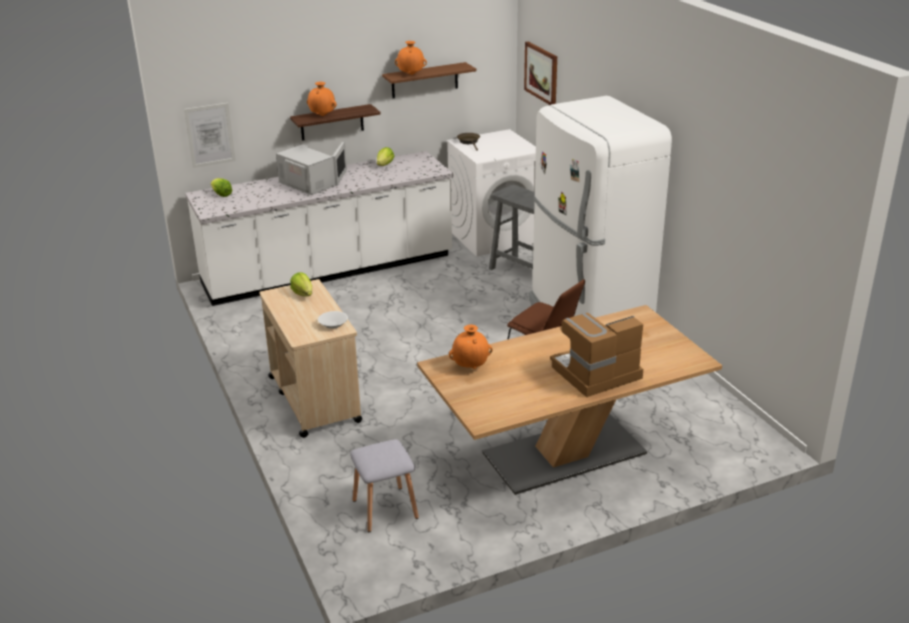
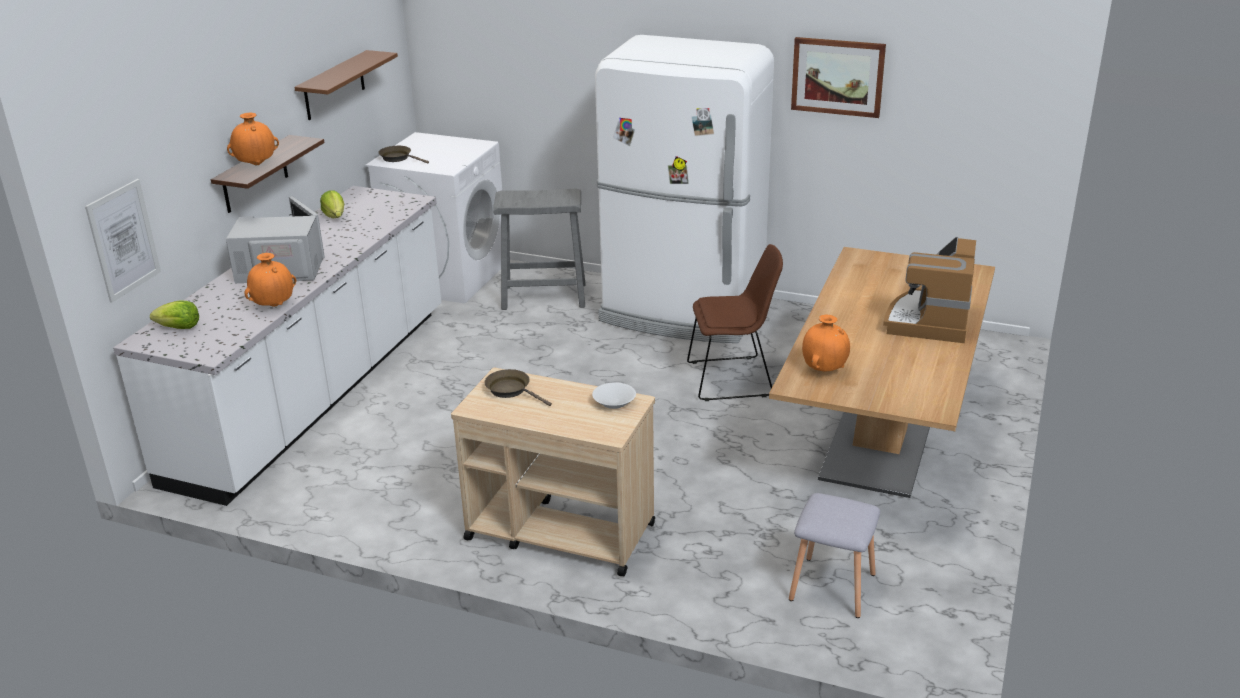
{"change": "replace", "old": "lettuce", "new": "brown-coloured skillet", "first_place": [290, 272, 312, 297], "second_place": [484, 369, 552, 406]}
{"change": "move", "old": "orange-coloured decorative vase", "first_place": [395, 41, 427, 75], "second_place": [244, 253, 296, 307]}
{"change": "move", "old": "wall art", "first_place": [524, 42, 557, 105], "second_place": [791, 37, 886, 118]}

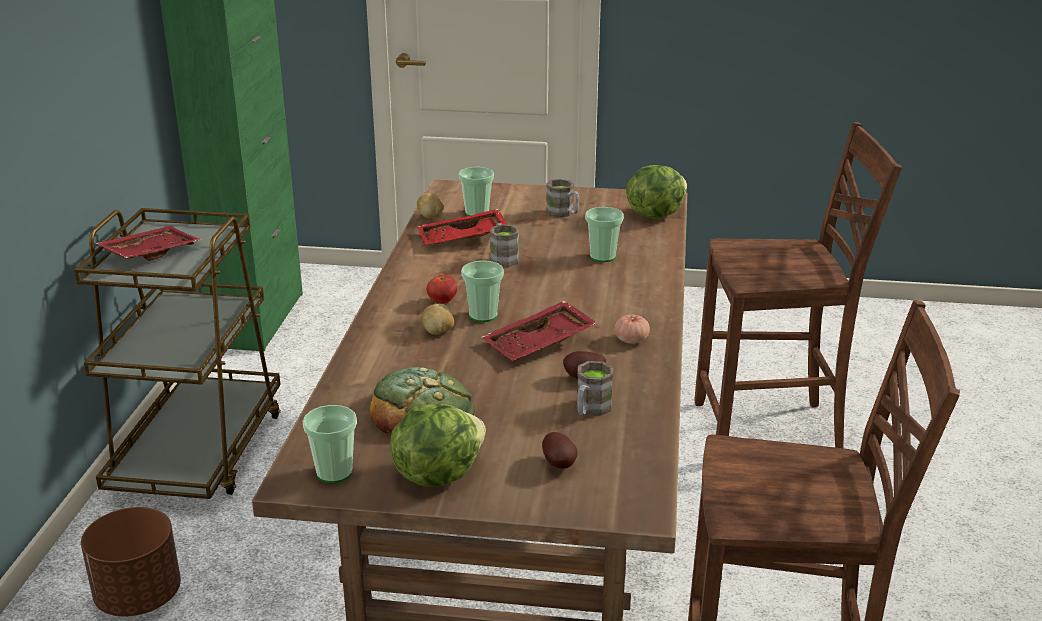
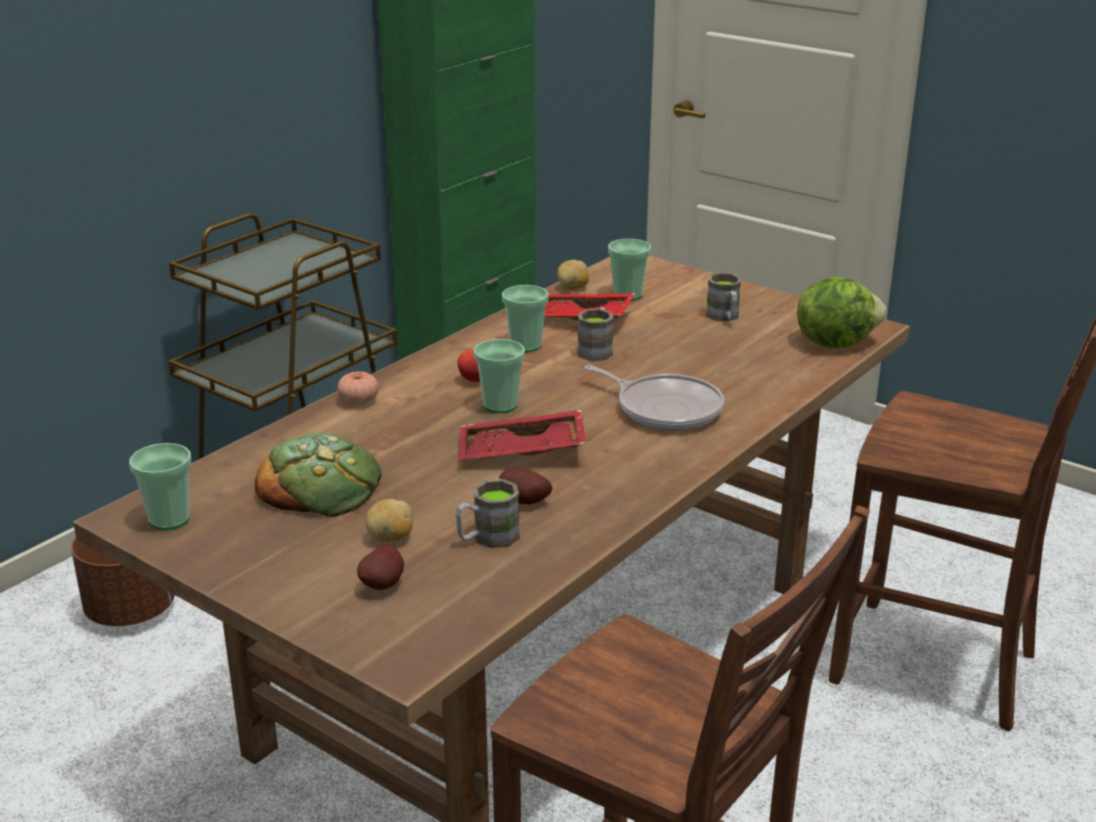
{"change": "delete", "old": "red carrying tray", "first_place": [95, 226, 201, 261]}
{"change": "delete", "old": "lettuce", "first_place": [390, 404, 486, 487]}
{"change": "move", "old": "spud", "first_place": [422, 304, 454, 335], "second_place": [366, 499, 413, 542]}
{"change": "move", "old": "cup", "first_place": [585, 207, 624, 262], "second_place": [502, 285, 549, 353]}
{"change": "move", "old": "tomato", "first_place": [614, 314, 650, 344], "second_place": [337, 372, 379, 405]}
{"change": "insert", "new": "skillet", "second_place": [584, 365, 724, 430]}

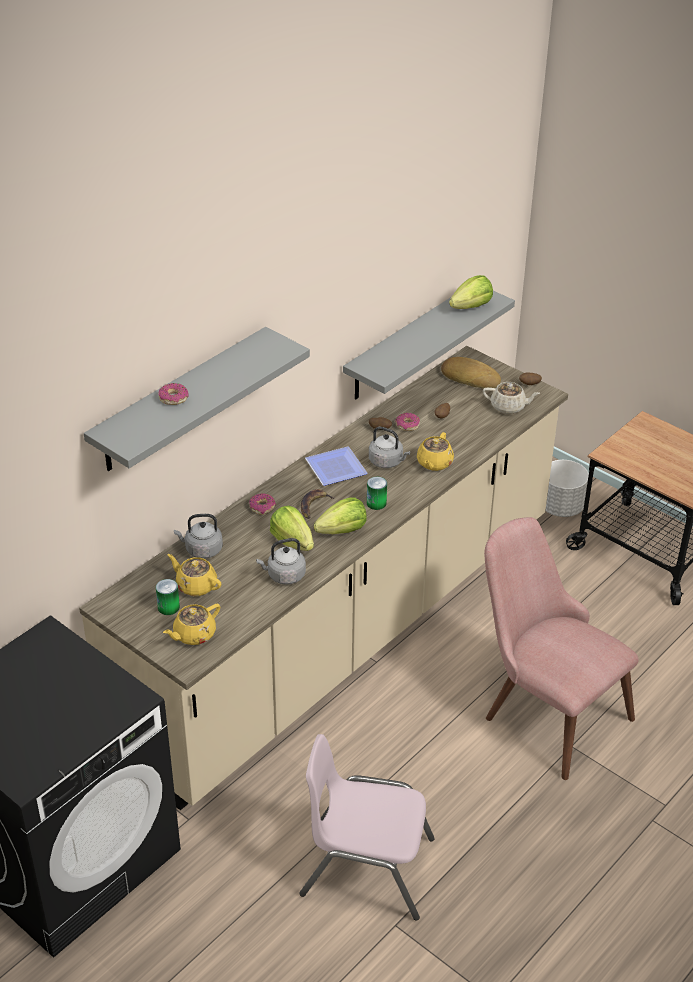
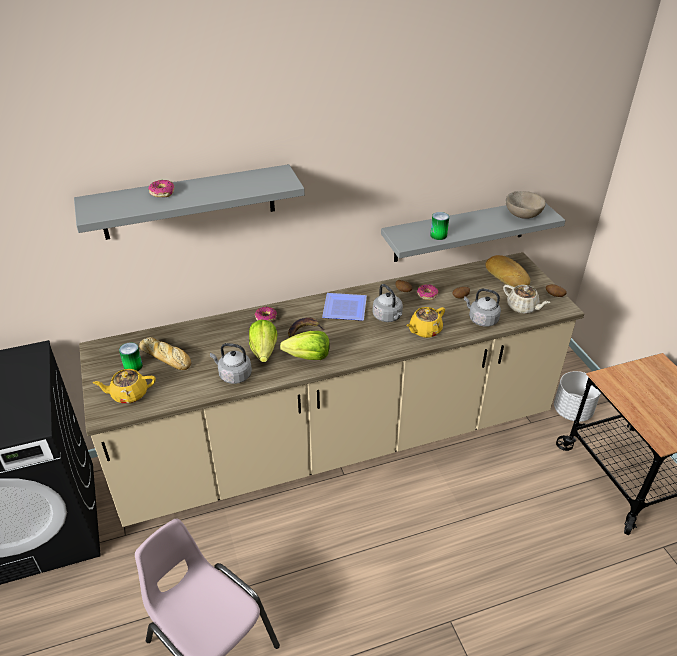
{"change": "replace", "old": "yellow-coloured tea pot", "new": "bread", "first_place": [167, 554, 221, 596], "second_place": [139, 337, 191, 370]}
{"change": "move", "old": "grey kettle", "first_place": [174, 514, 223, 559], "second_place": [464, 288, 501, 327]}
{"change": "move", "old": "sealed can", "first_place": [367, 477, 387, 510], "second_place": [430, 212, 449, 240]}
{"change": "replace", "old": "lettuce", "new": "sand-coloured bowl", "first_place": [449, 275, 493, 309], "second_place": [506, 191, 546, 219]}
{"change": "delete", "old": "pinkish upright chair", "first_place": [484, 517, 639, 780]}

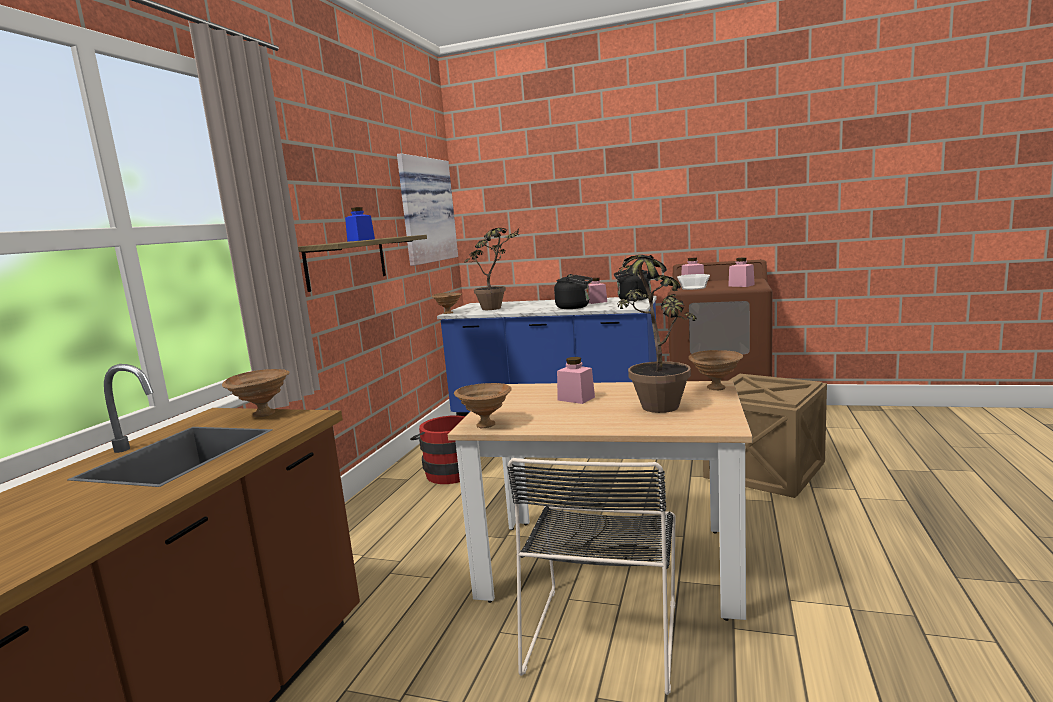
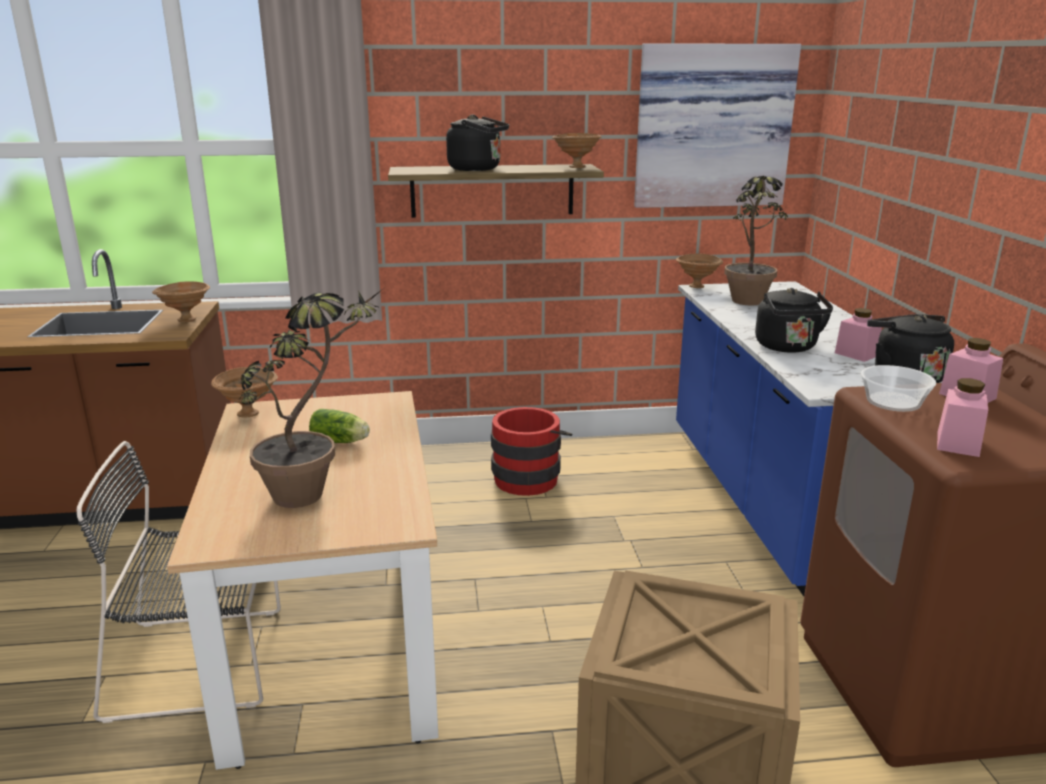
{"change": "replace", "old": "blue preserve jar", "new": "black kettle", "first_place": [345, 207, 375, 242], "second_place": [446, 115, 509, 171]}
{"change": "replace", "old": "pinkish preserve jar", "new": "lettuce", "first_place": [557, 357, 595, 404], "second_place": [309, 409, 370, 443]}
{"change": "move", "old": "brown-coloured bowl", "first_place": [688, 350, 743, 390], "second_place": [552, 133, 602, 168]}

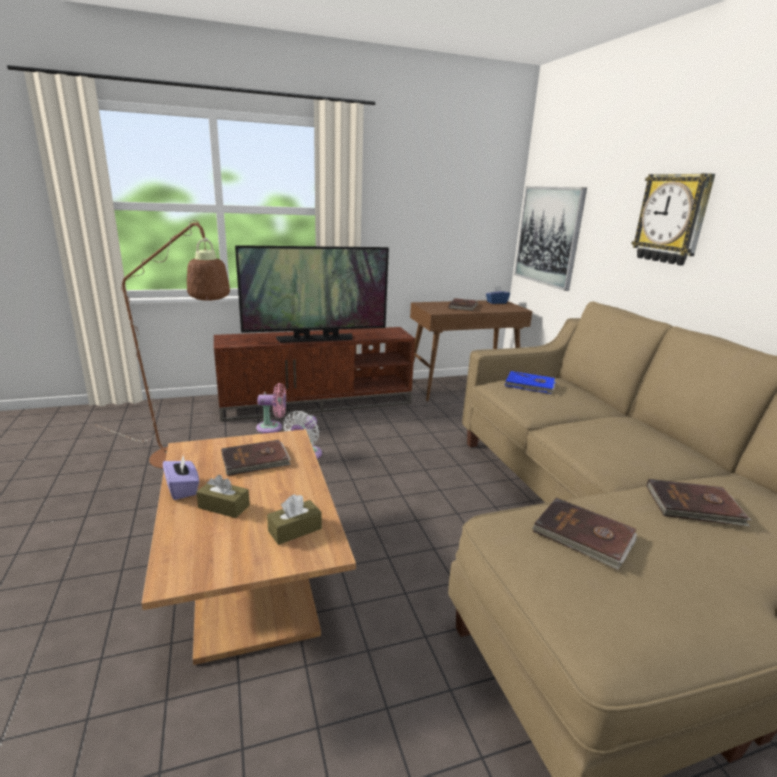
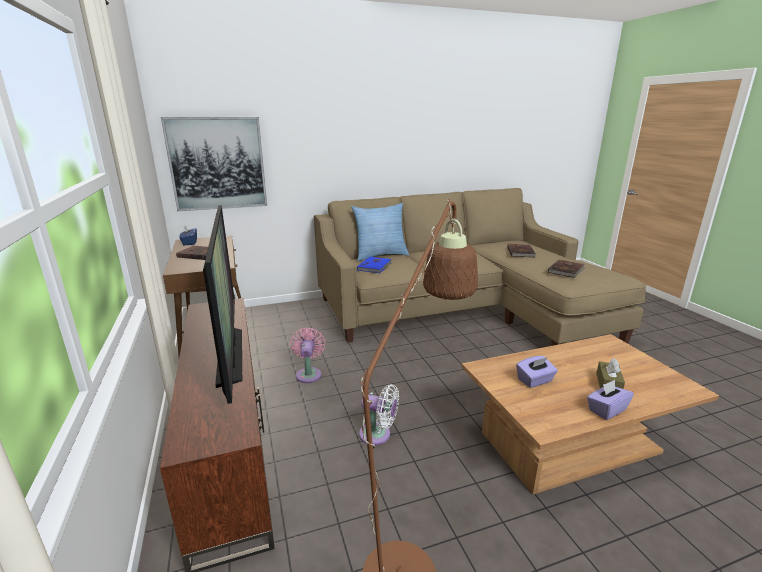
{"change": "replace", "old": "brown-coloured bound book", "new": "purplish tissue box", "first_place": [221, 440, 291, 476], "second_place": [516, 356, 558, 388]}
{"change": "move", "old": "pinkish fan", "first_place": [256, 383, 286, 433], "second_place": [290, 328, 325, 383]}
{"change": "delete", "old": "brown-coloured tissue box", "first_place": [267, 494, 322, 545]}
{"change": "delete", "old": "hanging clock", "first_place": [631, 173, 715, 266]}
{"change": "insert", "new": "cushion", "second_place": [351, 203, 409, 261]}

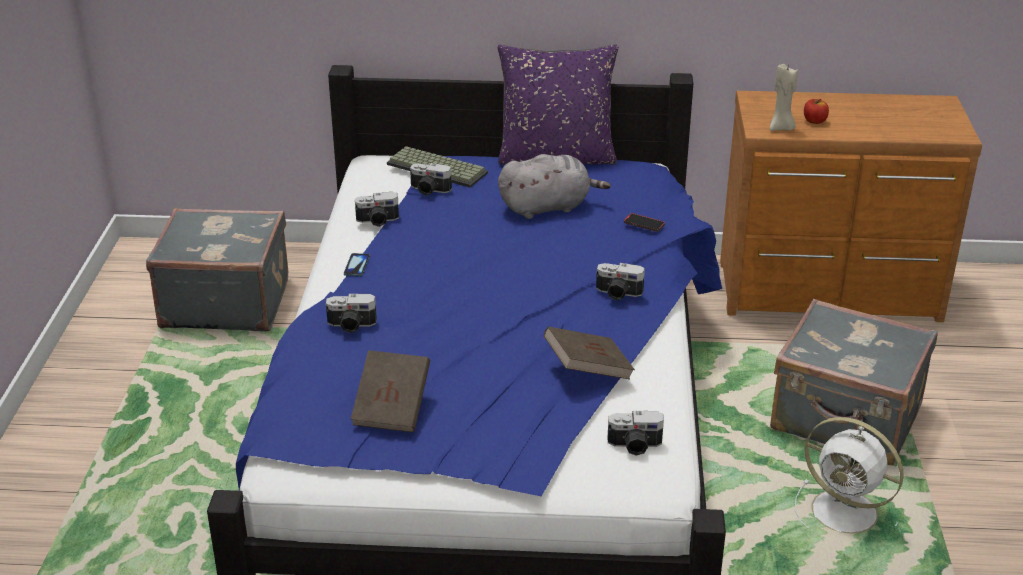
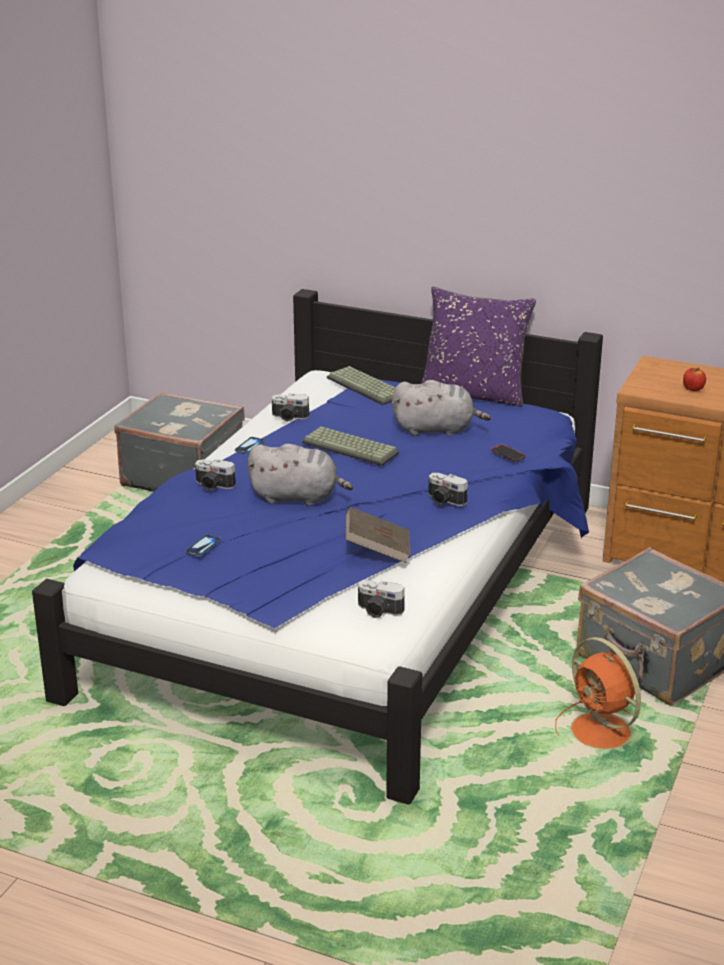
{"change": "replace", "old": "brown-coloured bound book", "new": "phone", "first_place": [351, 350, 430, 432], "second_place": [185, 534, 221, 557]}
{"change": "delete", "old": "photo camera", "first_place": [410, 163, 452, 195]}
{"change": "delete", "old": "sand-coloured wax light", "first_place": [770, 63, 798, 131]}
{"change": "recolor", "old": "white-coloured fan", "new": "orange-coloured fan", "first_place": [794, 417, 904, 534], "second_place": [555, 637, 644, 752]}
{"change": "insert", "new": "grey cuddly toy", "second_place": [247, 444, 353, 506]}
{"change": "insert", "new": "PC keyboard", "second_place": [302, 426, 399, 466]}

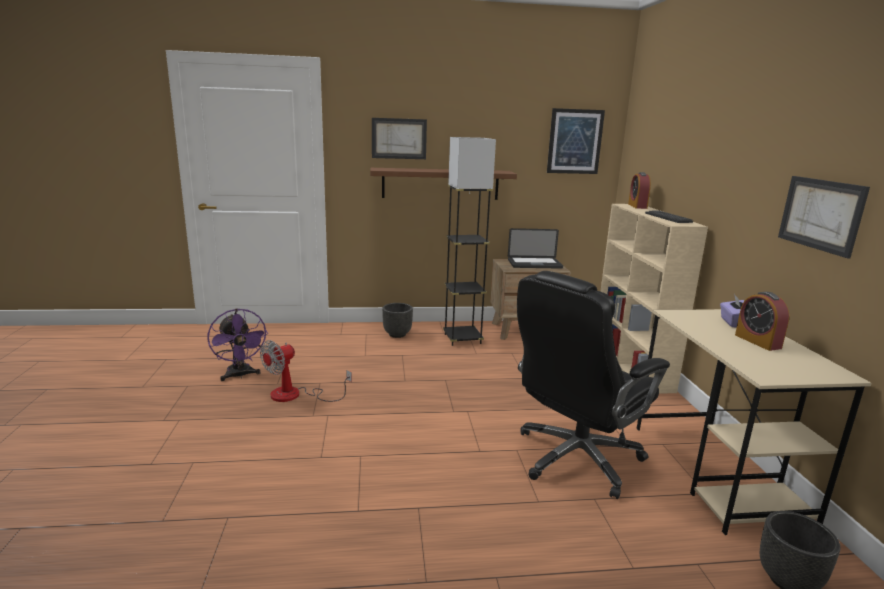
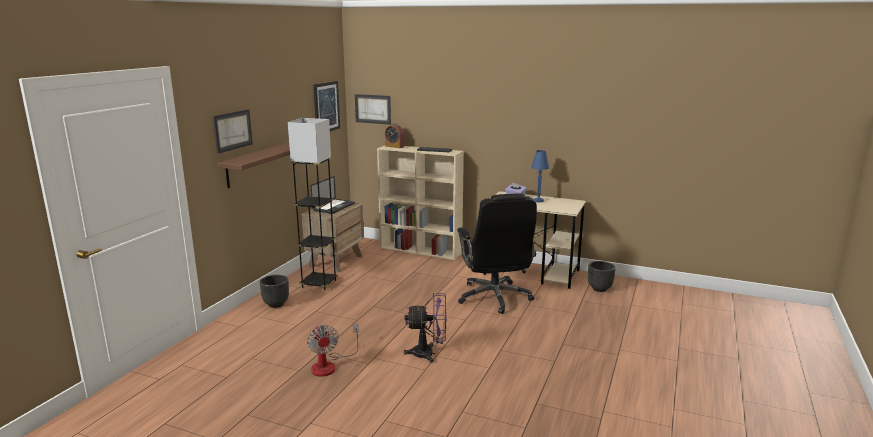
{"change": "move", "old": "purplish fan", "first_place": [208, 308, 268, 381], "second_place": [403, 293, 446, 363]}
{"change": "replace", "old": "alarm clock", "new": "blue tabletop lamp", "first_place": [735, 292, 789, 351], "second_place": [531, 150, 549, 202]}
{"change": "move", "old": "wall art", "first_place": [778, 176, 870, 258], "second_place": [355, 94, 391, 125]}

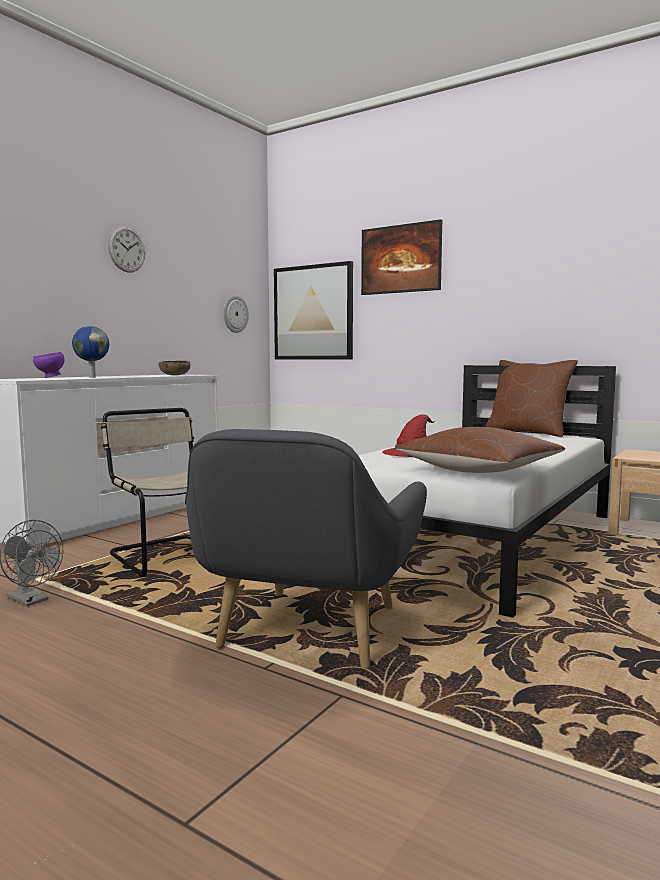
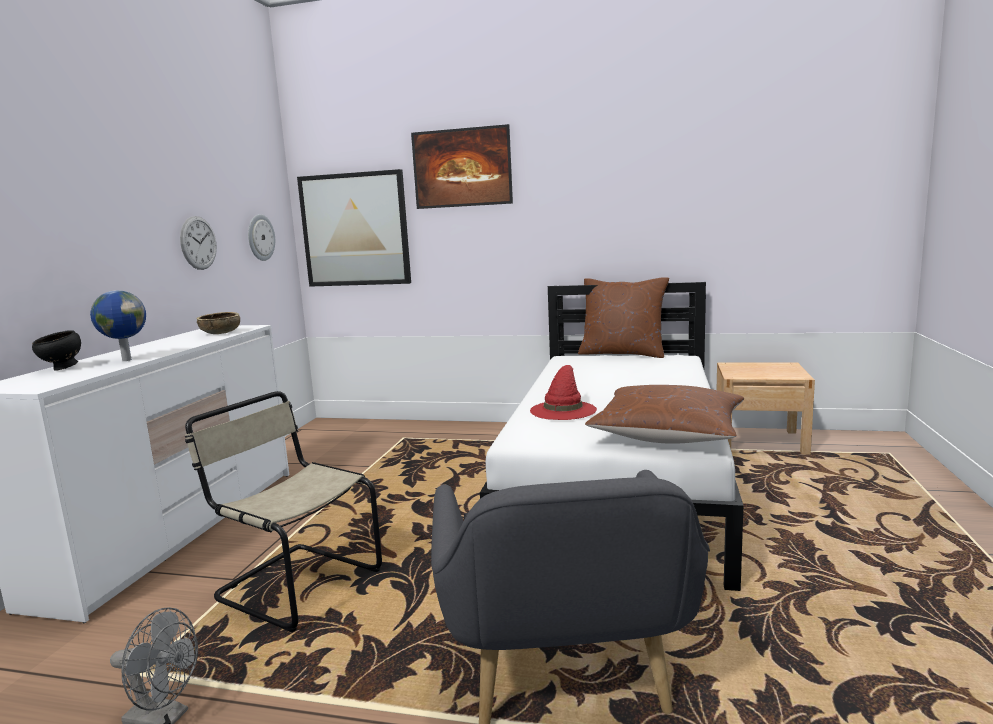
{"change": "recolor", "old": "purplish bowl", "new": "black bowl", "first_place": [33, 352, 65, 378], "second_place": [32, 330, 81, 371]}
{"change": "move", "old": "hanging clock", "first_place": [108, 226, 145, 273], "second_place": [180, 216, 217, 270]}

